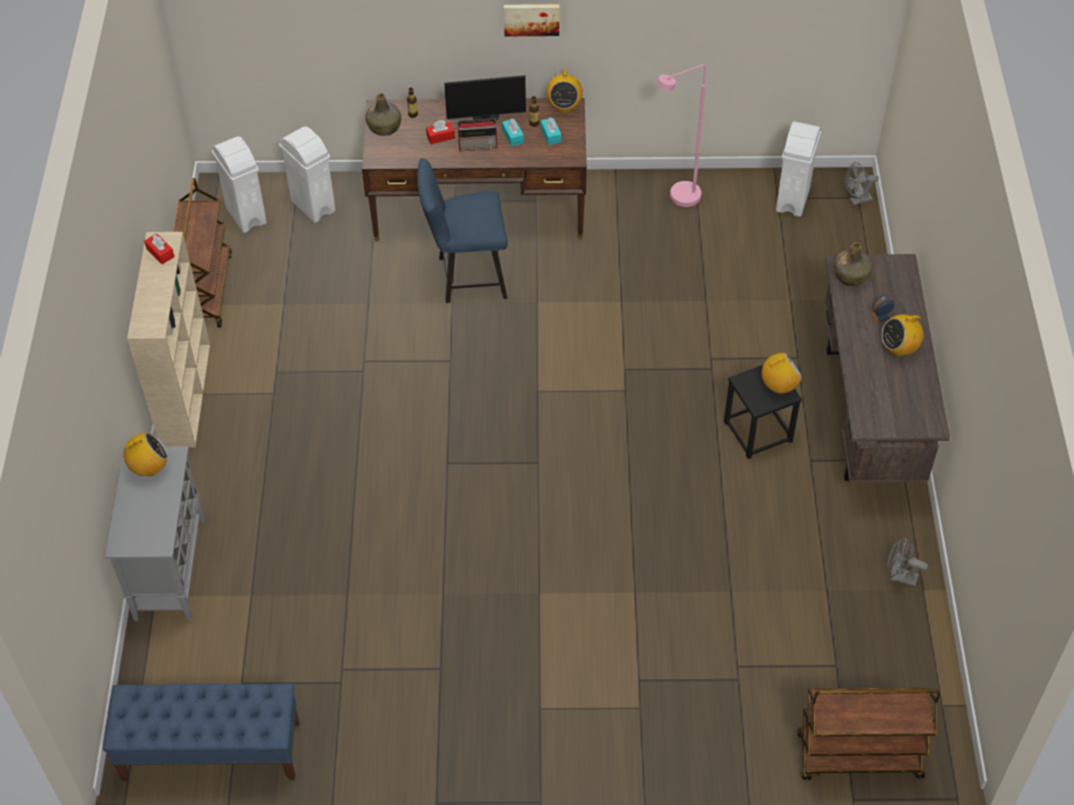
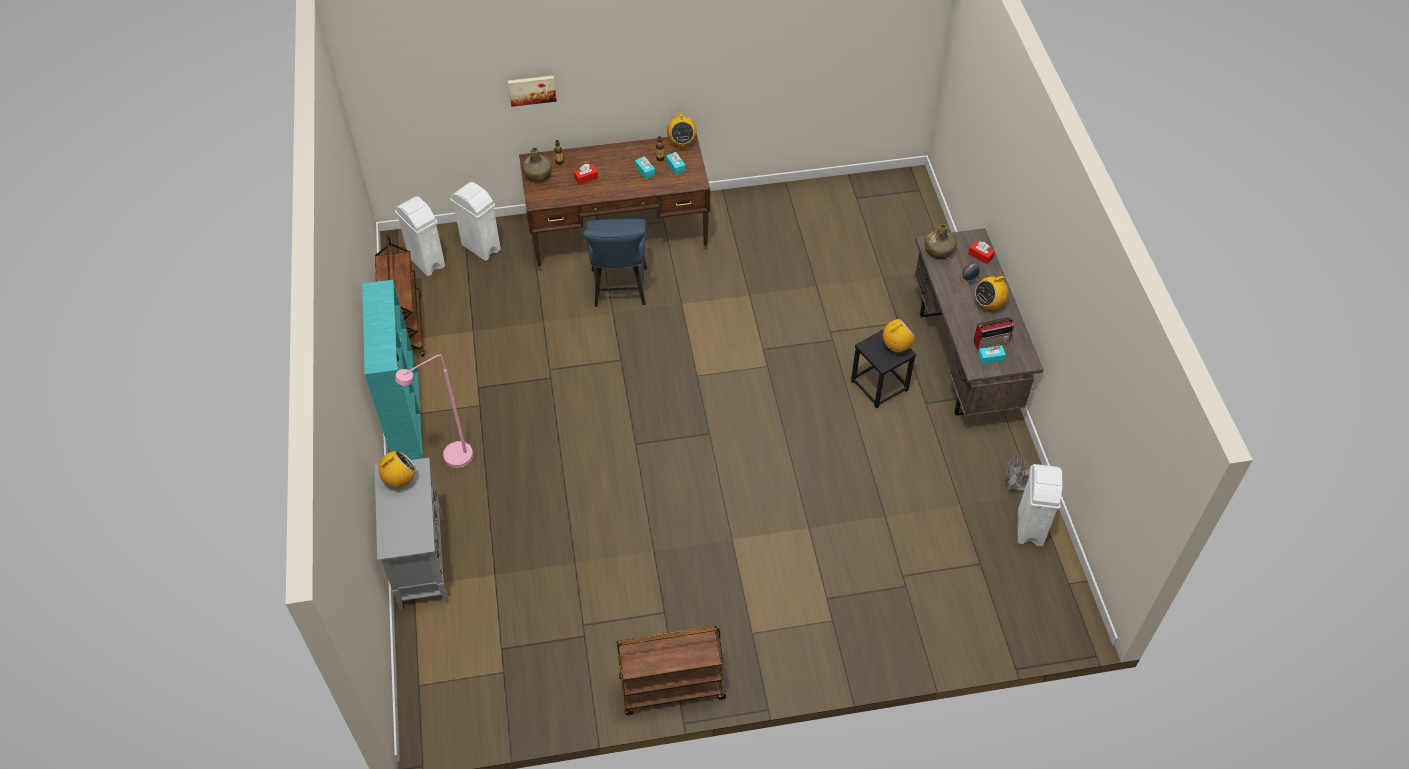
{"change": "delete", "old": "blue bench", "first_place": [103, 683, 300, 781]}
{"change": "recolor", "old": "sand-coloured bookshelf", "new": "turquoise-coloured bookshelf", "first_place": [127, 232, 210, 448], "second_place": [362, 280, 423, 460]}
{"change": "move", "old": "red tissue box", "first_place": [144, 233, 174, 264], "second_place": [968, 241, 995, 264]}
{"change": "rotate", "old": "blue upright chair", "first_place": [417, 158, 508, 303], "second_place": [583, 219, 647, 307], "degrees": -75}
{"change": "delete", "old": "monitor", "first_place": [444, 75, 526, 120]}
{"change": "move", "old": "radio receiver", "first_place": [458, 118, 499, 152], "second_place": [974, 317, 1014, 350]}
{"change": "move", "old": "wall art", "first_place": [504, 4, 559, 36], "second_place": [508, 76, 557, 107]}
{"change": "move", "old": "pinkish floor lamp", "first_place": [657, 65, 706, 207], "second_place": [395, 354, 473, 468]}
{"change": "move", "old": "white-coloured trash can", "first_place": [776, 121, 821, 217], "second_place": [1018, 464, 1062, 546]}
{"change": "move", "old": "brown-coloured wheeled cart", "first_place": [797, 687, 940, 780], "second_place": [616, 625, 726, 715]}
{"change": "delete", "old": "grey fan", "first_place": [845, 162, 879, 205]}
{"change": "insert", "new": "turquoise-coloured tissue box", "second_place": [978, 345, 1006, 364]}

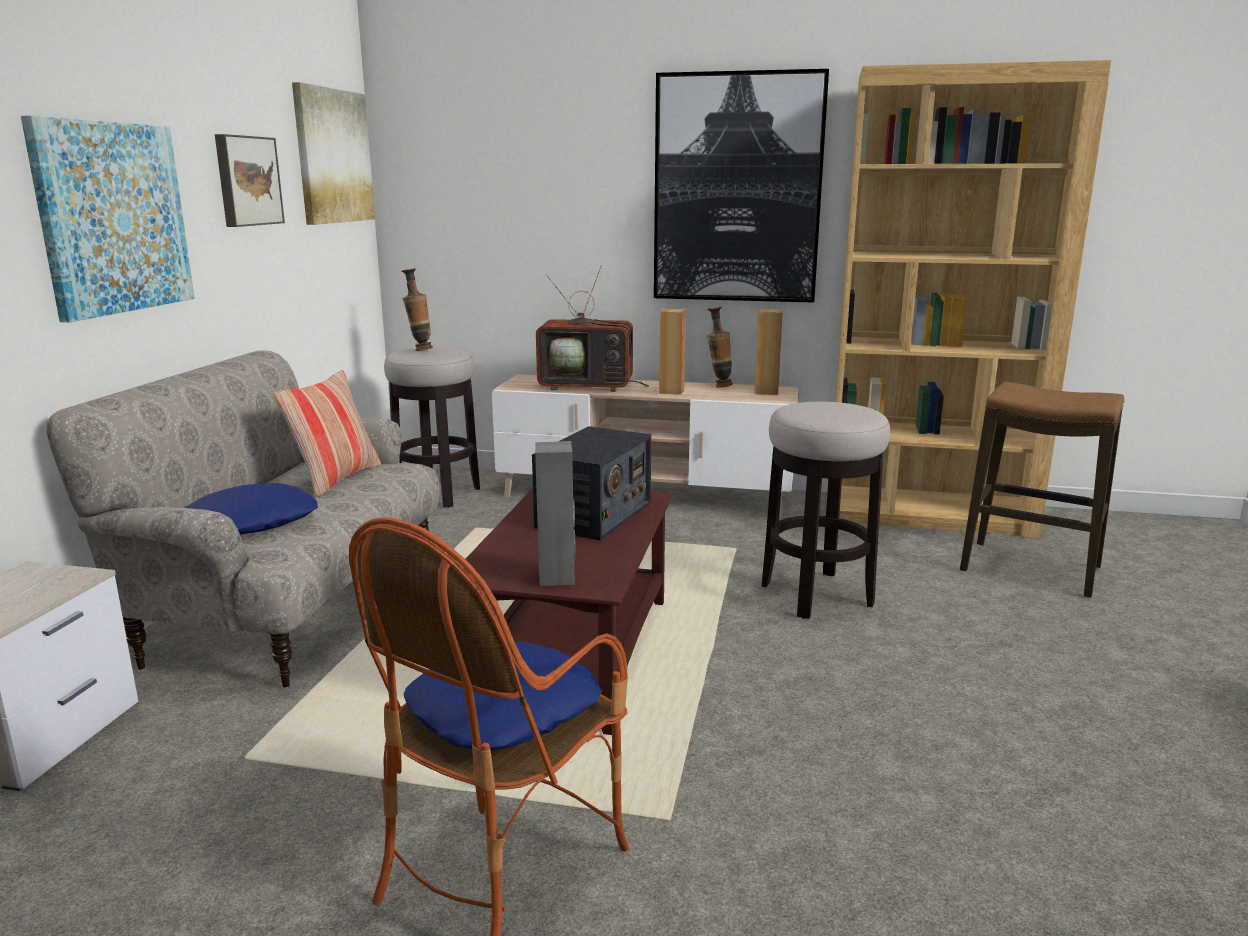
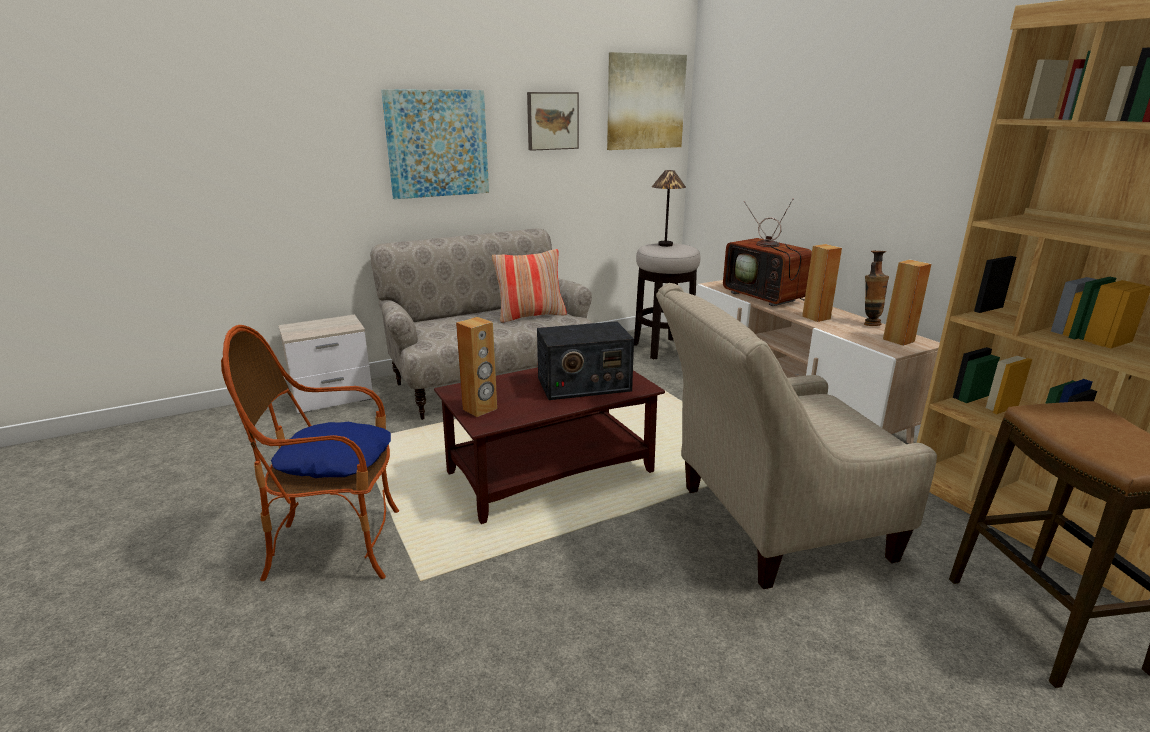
{"change": "delete", "old": "blue cushion", "first_place": [185, 483, 318, 534]}
{"change": "replace", "old": "decorative vase", "new": "tabletop lamp", "first_place": [401, 269, 433, 351], "second_place": [652, 170, 686, 247]}
{"change": "recolor", "old": "grey speaker", "new": "brown-coloured speaker", "first_place": [535, 441, 576, 586], "second_place": [456, 317, 497, 417]}
{"change": "delete", "old": "wall art", "first_place": [654, 69, 829, 303]}
{"change": "replace", "old": "stool", "new": "sand-coloured armchair", "first_place": [762, 402, 890, 619], "second_place": [656, 283, 937, 589]}

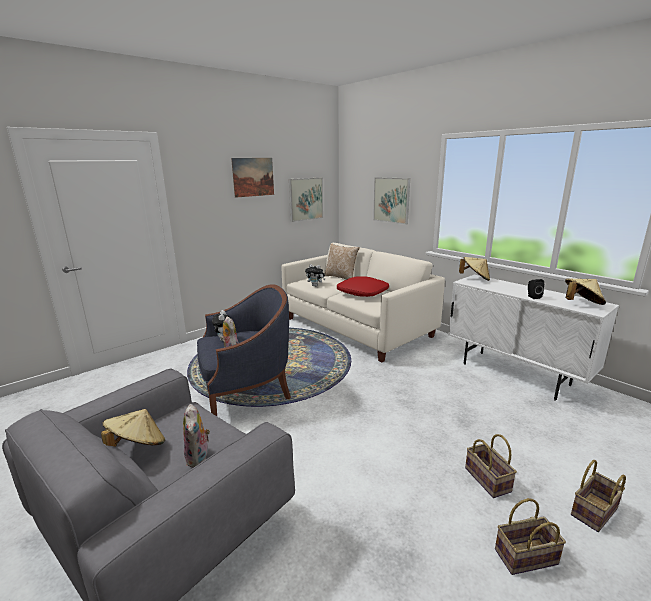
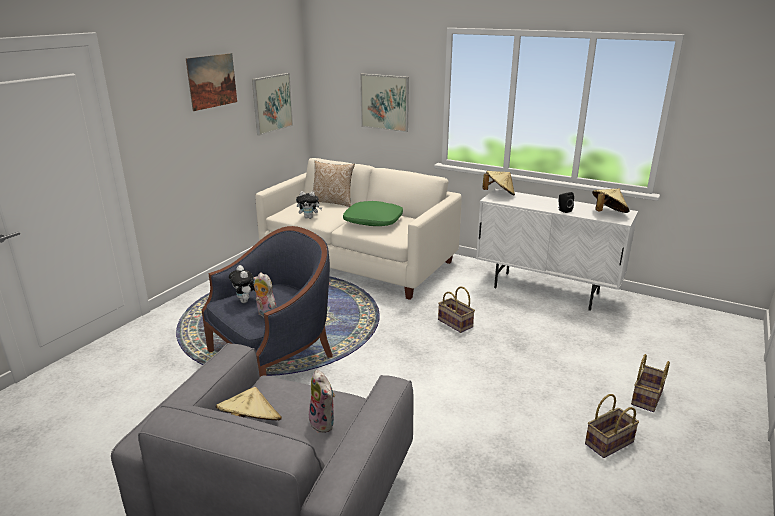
{"change": "recolor", "old": "red cushion", "new": "green-coloured cushion", "first_place": [337, 276, 389, 297], "second_place": [343, 201, 403, 226]}
{"change": "move", "old": "basket", "first_place": [465, 434, 517, 498], "second_place": [438, 287, 475, 333]}

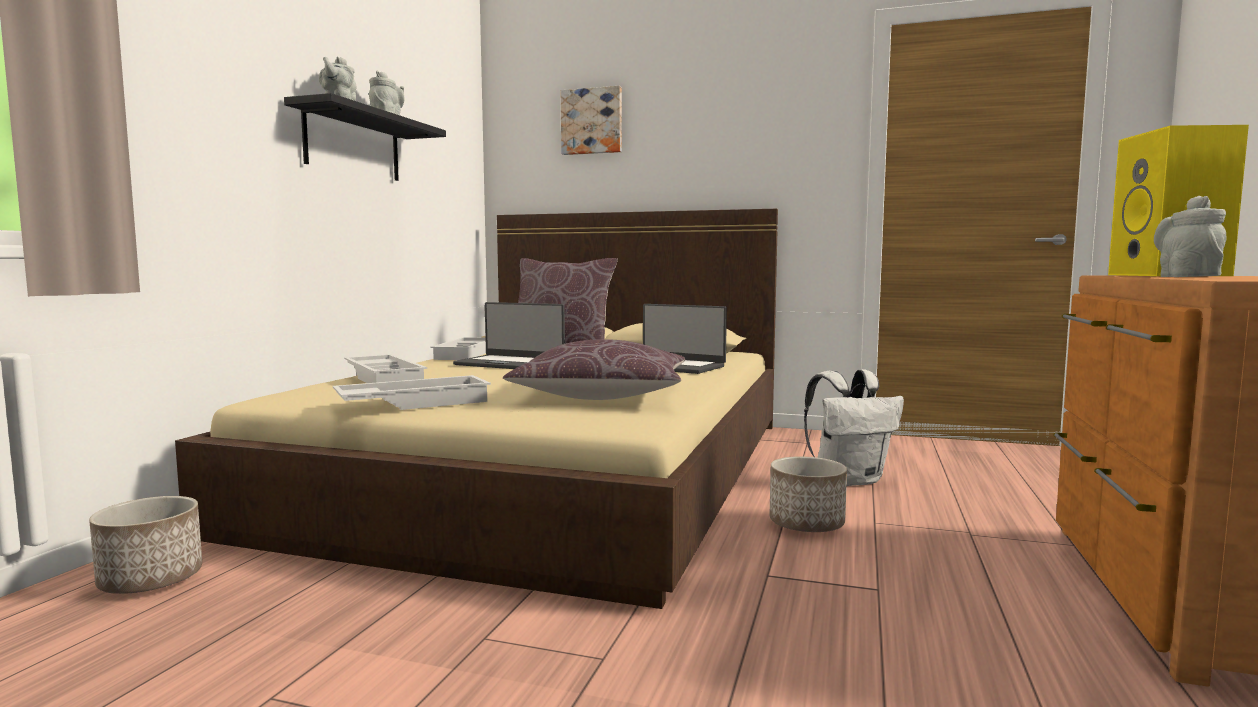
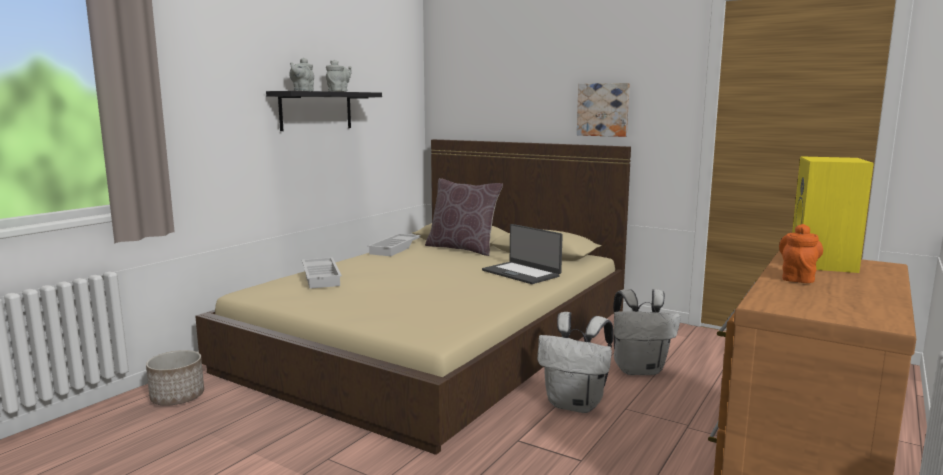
{"change": "delete", "old": "white-coloured carrying tray", "first_place": [333, 375, 491, 410]}
{"change": "delete", "old": "notebook computer", "first_place": [453, 302, 565, 369]}
{"change": "delete", "old": "brown-coloured cushion", "first_place": [503, 339, 685, 400]}
{"change": "move", "old": "wall art", "first_place": [561, 86, 622, 155], "second_place": [577, 83, 630, 137]}
{"change": "replace", "old": "flower pot", "new": "white-coloured backpack", "first_place": [770, 456, 847, 532], "second_place": [537, 312, 613, 413]}
{"change": "recolor", "old": "grey tea pot", "new": "orange-coloured tea pot", "first_place": [1154, 196, 1227, 277], "second_place": [779, 224, 823, 283]}

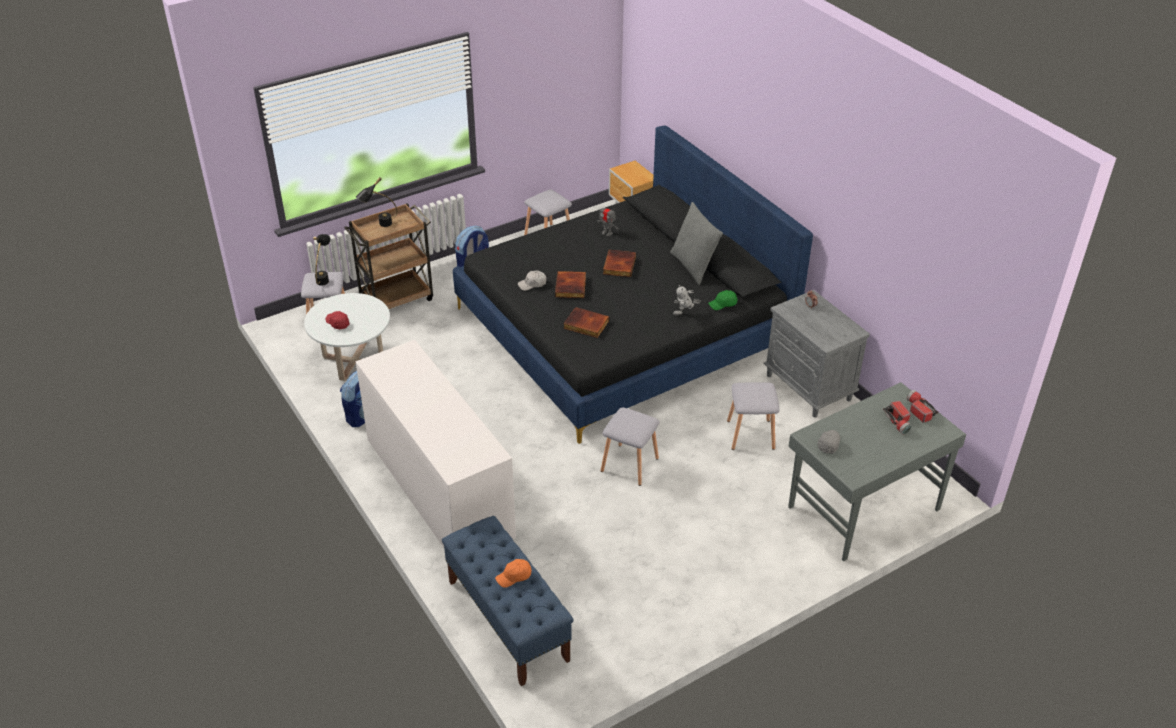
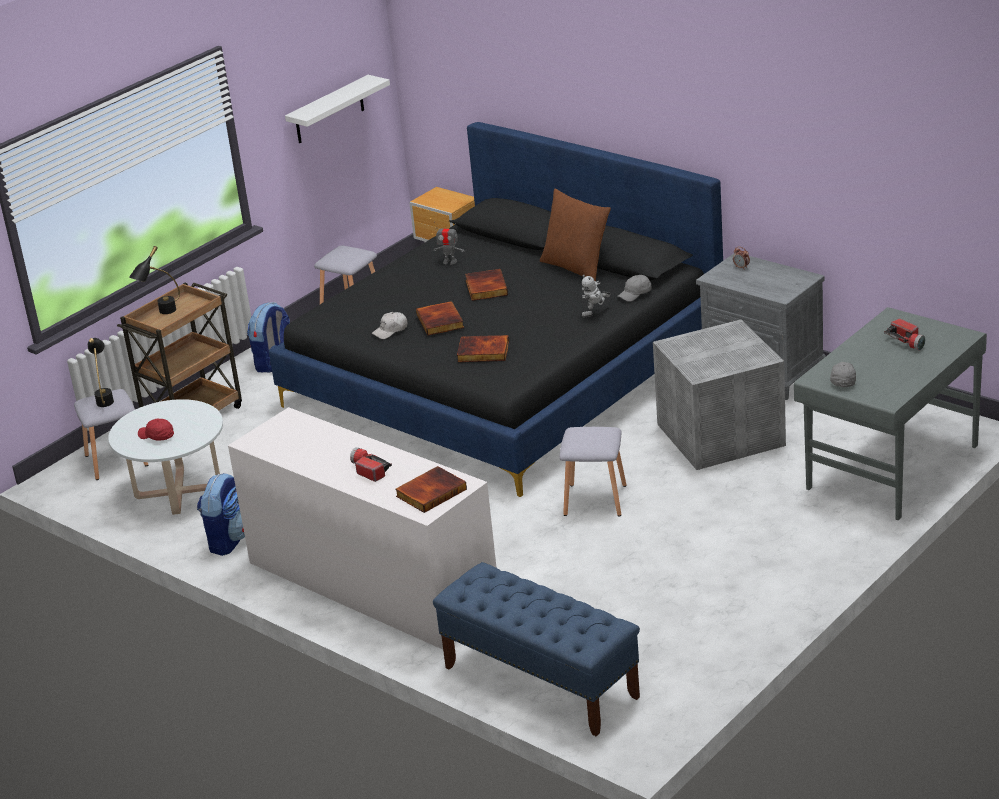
{"change": "delete", "old": "orange-coloured peaked cap", "first_place": [495, 559, 531, 587]}
{"change": "recolor", "old": "grey cushion", "new": "brown-coloured cushion", "first_place": [670, 202, 723, 285], "second_place": [540, 189, 611, 281]}
{"change": "recolor", "old": "green-coloured peaked cap", "new": "grey peaked cap", "first_place": [708, 290, 738, 310], "second_place": [617, 275, 652, 302]}
{"change": "replace", "old": "grey stool", "new": "grey storage bin", "first_place": [727, 382, 780, 450], "second_place": [653, 320, 786, 470]}
{"change": "move", "old": "hand torch", "first_place": [907, 390, 939, 423], "second_place": [350, 447, 392, 482]}
{"change": "insert", "new": "white-coloured wall shelf", "second_place": [285, 75, 390, 143]}
{"change": "insert", "new": "bound book", "second_place": [395, 466, 467, 513]}

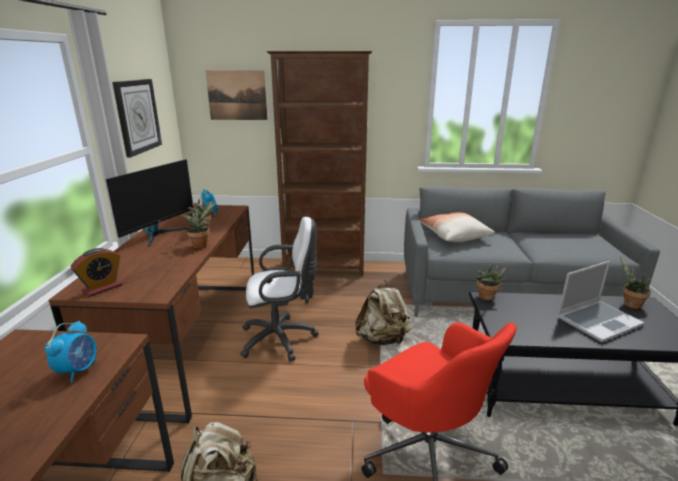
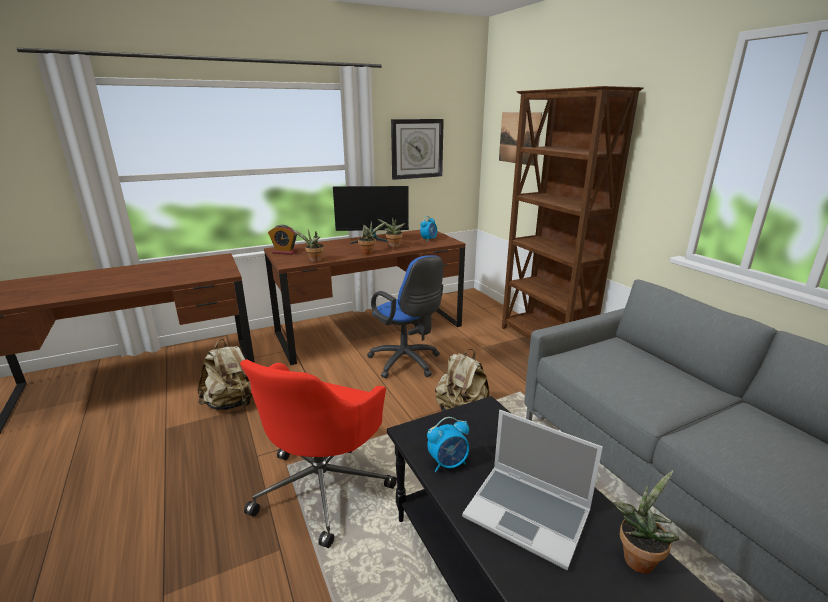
{"change": "move", "old": "alarm clock", "first_place": [45, 321, 97, 383], "second_place": [427, 417, 469, 472]}
{"change": "recolor", "old": "white-coloured computer chair", "new": "blue computer chair", "first_place": [240, 217, 318, 361], "second_place": [367, 255, 443, 378]}
{"change": "delete", "old": "cushion", "first_place": [419, 212, 495, 242]}
{"change": "move", "old": "houseplant", "first_place": [476, 264, 507, 301], "second_place": [290, 228, 324, 262]}

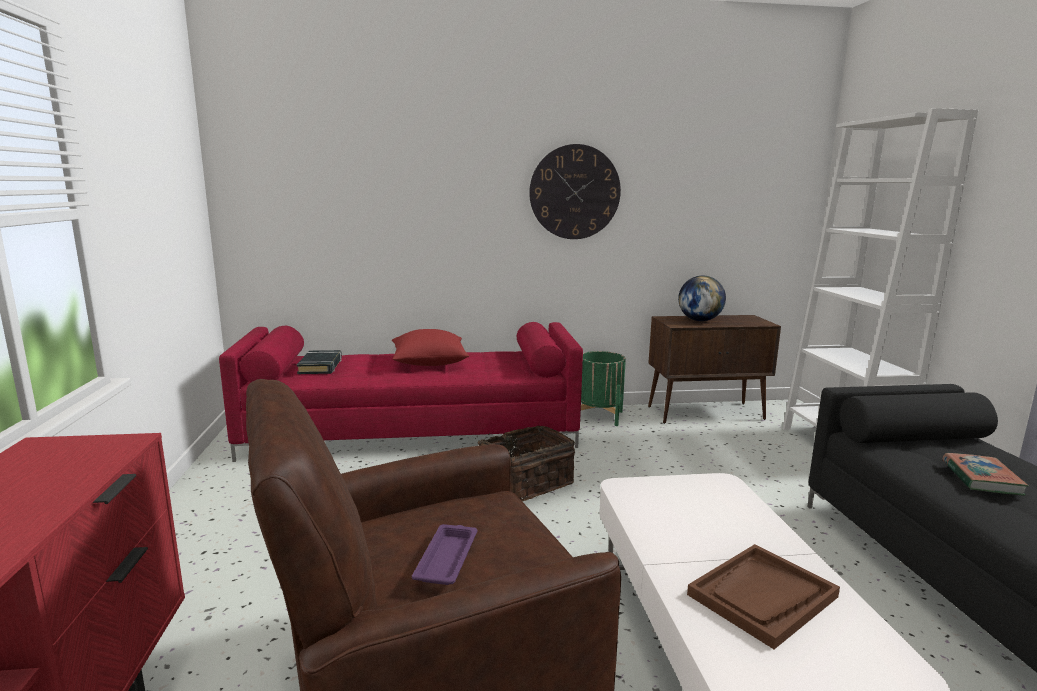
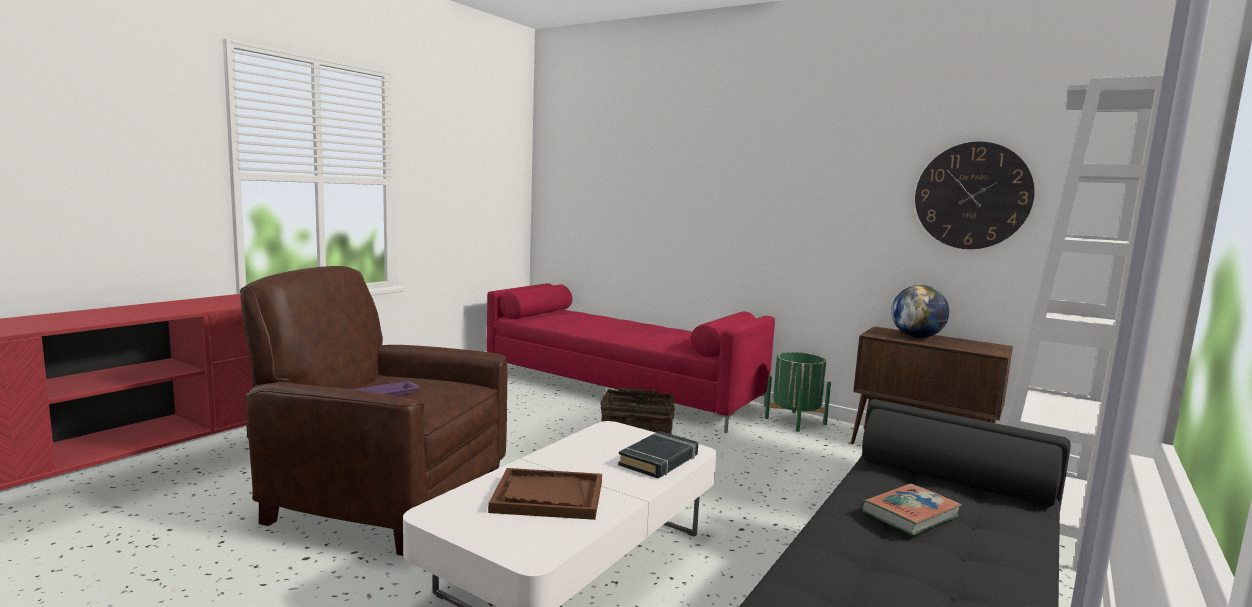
{"change": "move", "old": "black bound book", "first_place": [297, 350, 342, 374], "second_place": [618, 431, 698, 478]}
{"change": "delete", "old": "red cushion", "first_place": [392, 329, 469, 366]}
{"change": "move", "old": "hanging clock", "first_place": [529, 144, 621, 239], "second_place": [915, 142, 1035, 249]}

